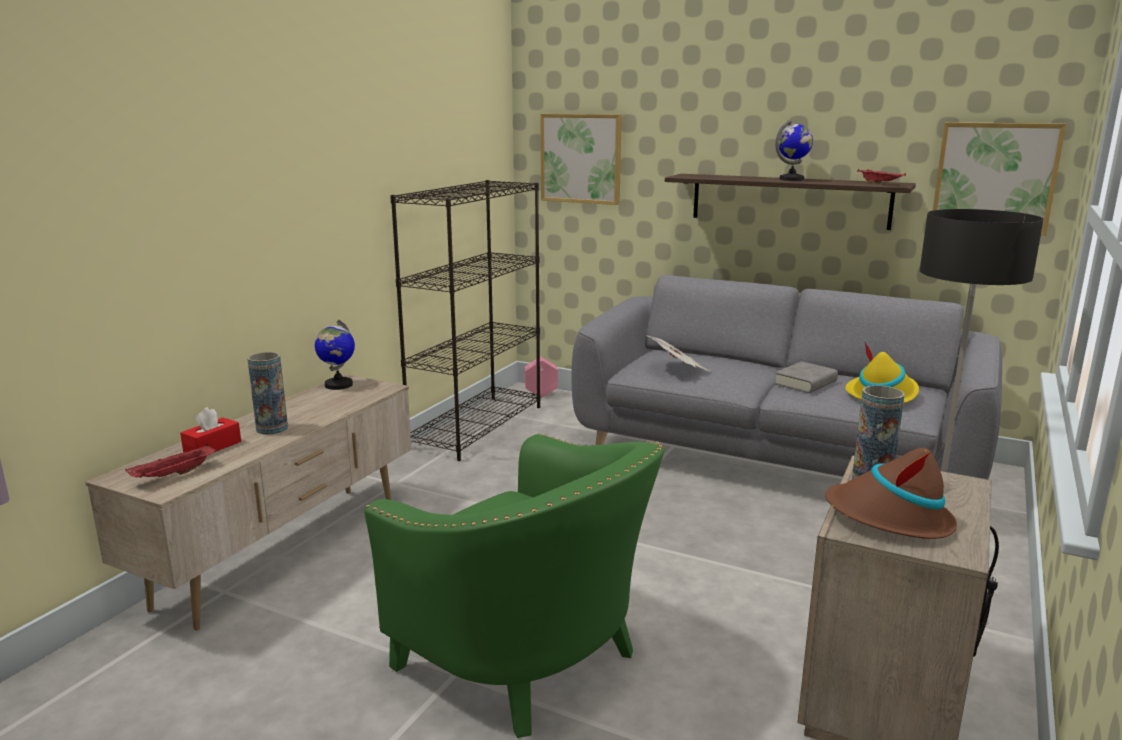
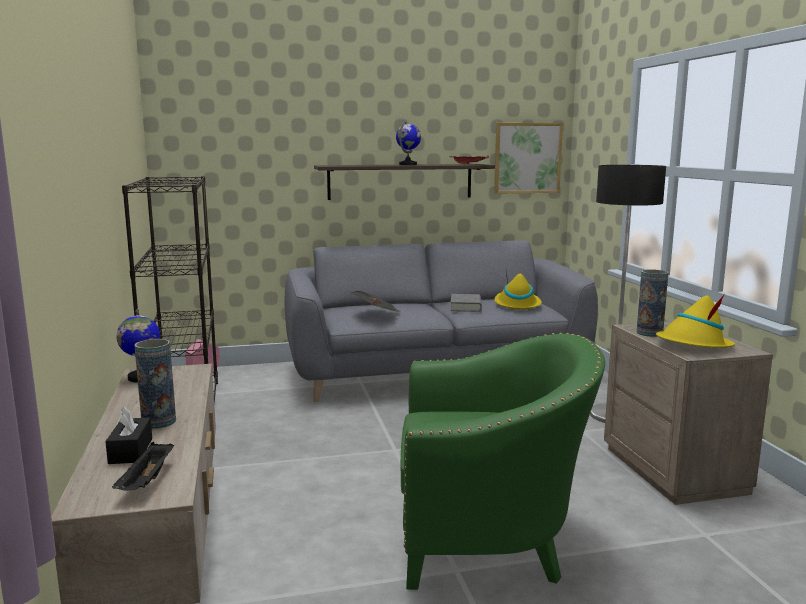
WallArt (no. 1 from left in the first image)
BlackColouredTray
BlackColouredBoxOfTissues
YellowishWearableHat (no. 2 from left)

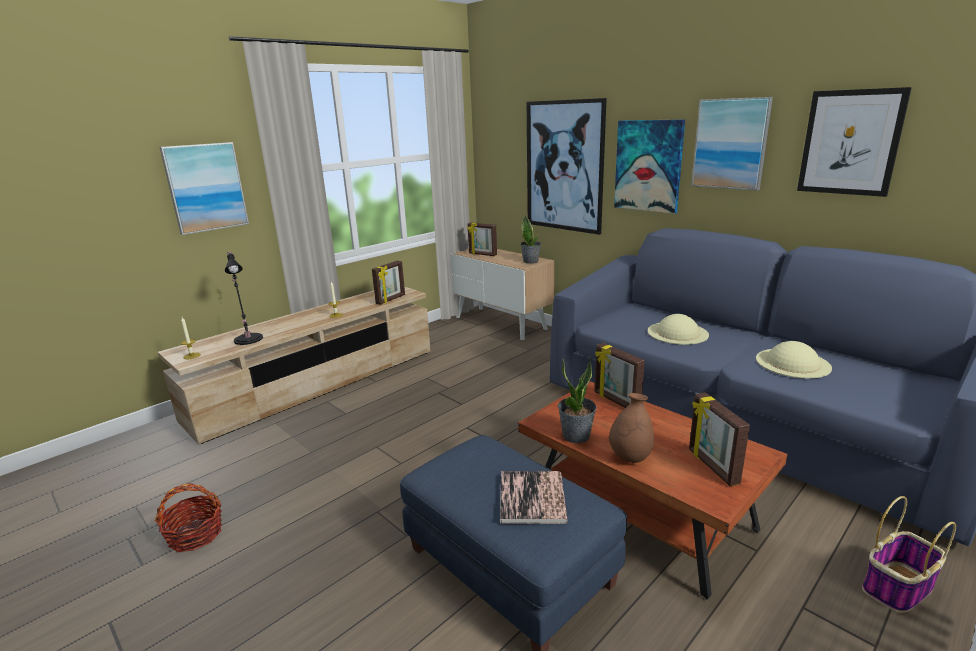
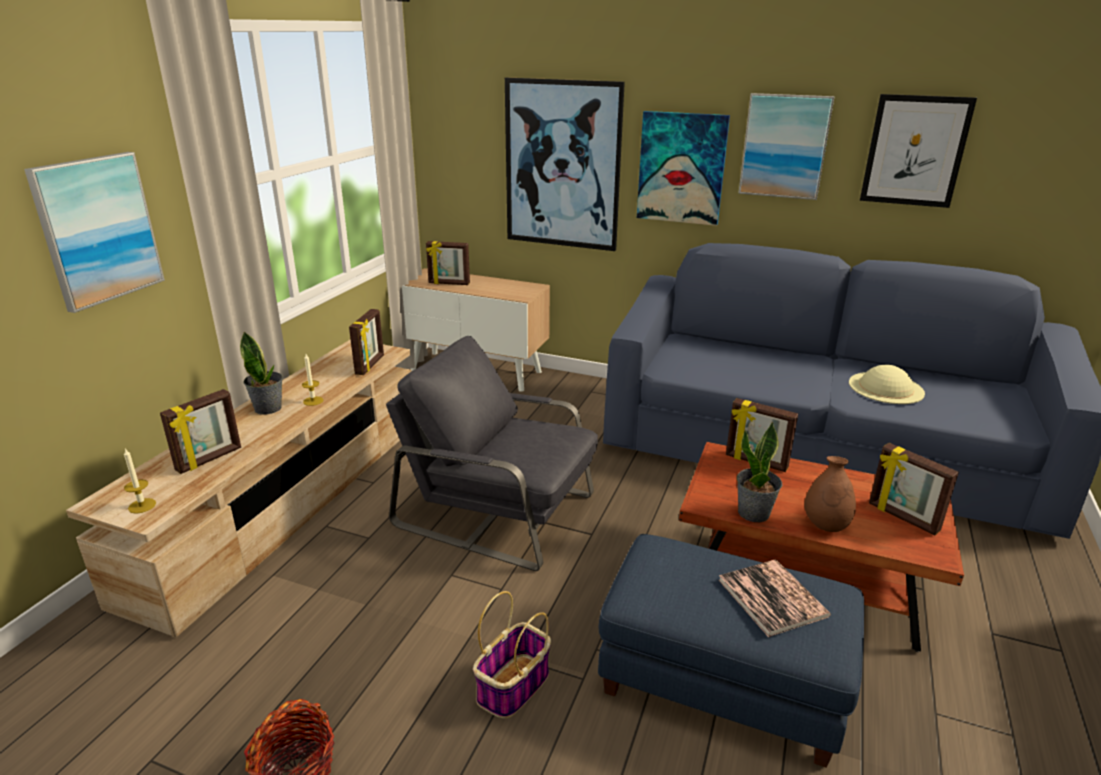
BeigeWearableHat (no. 1 from left in the first image)
GreyEasyChair
Houseplant (no. 1 from left)
Basket (no. 2 from left)
StandingFrame (no. 1 from left)

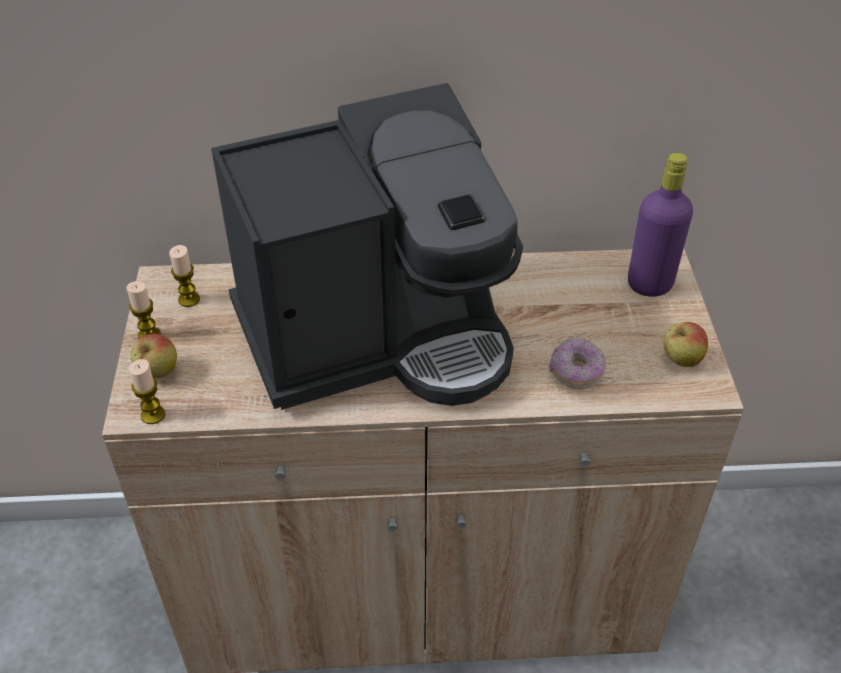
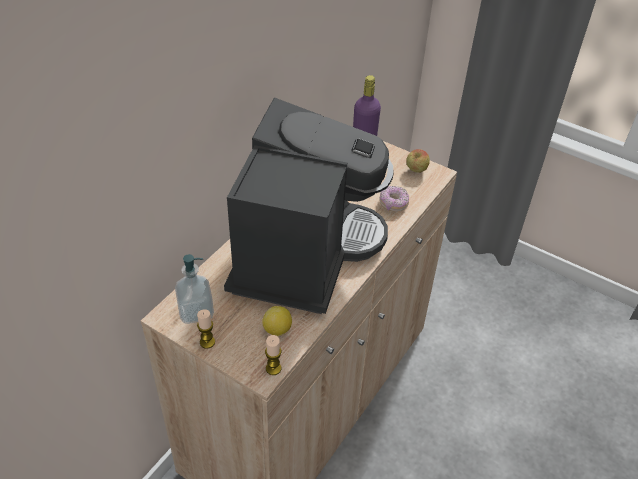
Apple (no. 1 from left in the first image)
WholeLemon
SoapDispenser

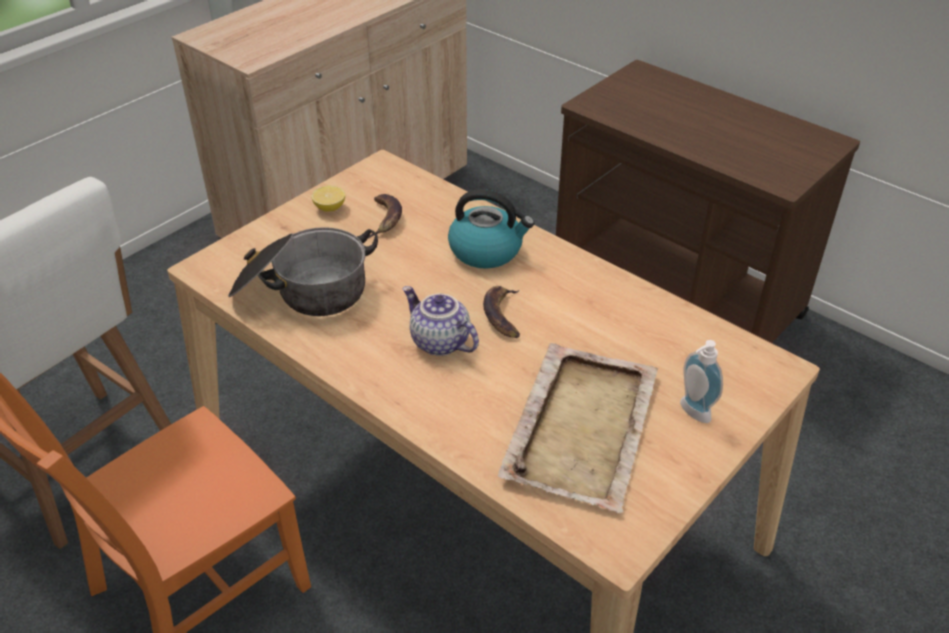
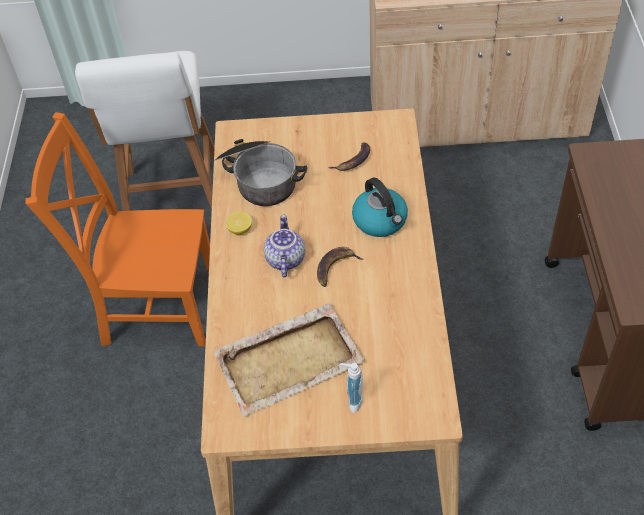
WholeLemon

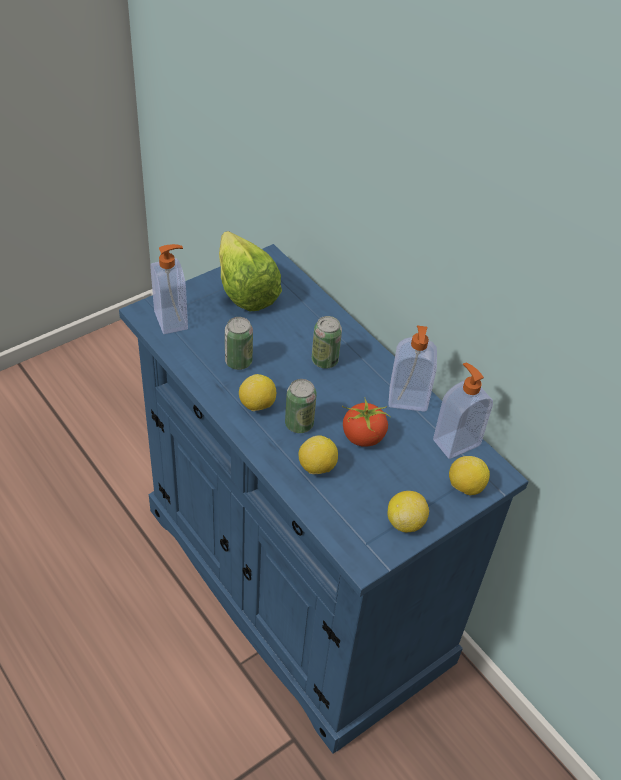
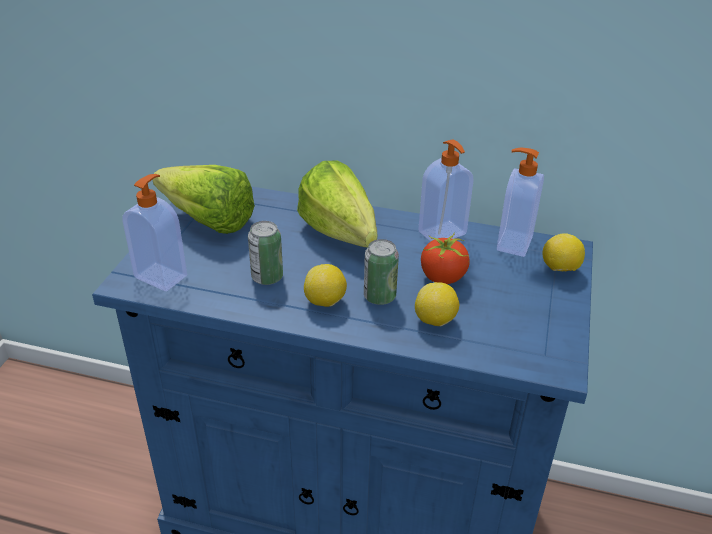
WholeLemon (no. 3 from left in the first image)
Lettuce (no. 2 from left)

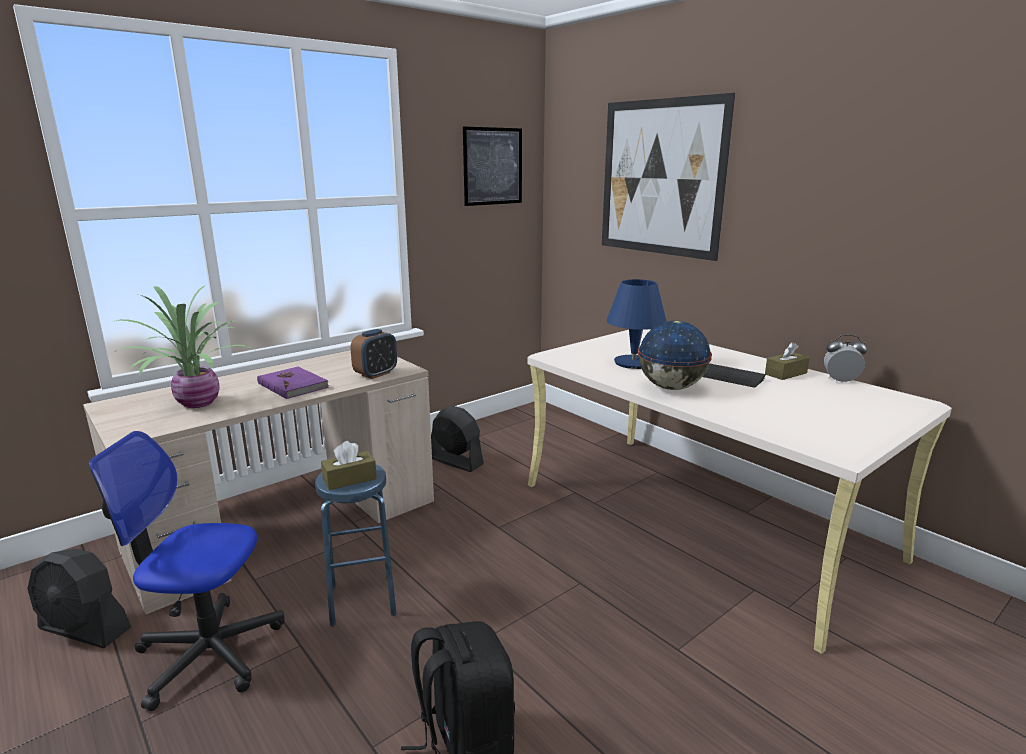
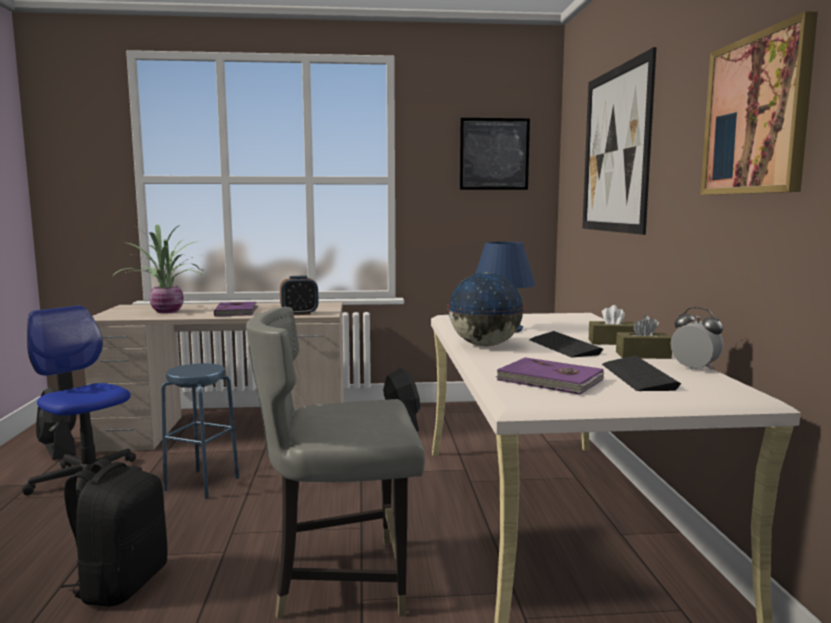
GreyUprightChair
PurplishBoundBook (no. 2 from left)
ComputerKeyboard (no. 2 from left)
WallArt (no. 3 from left)
BrownishBoxOfTissues (no. 1 from left)

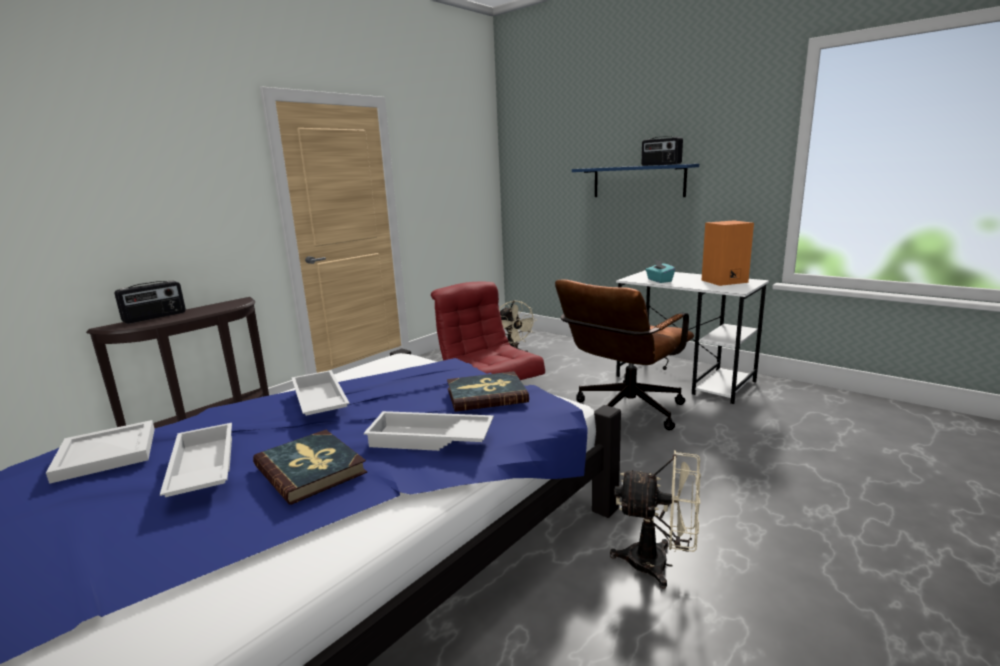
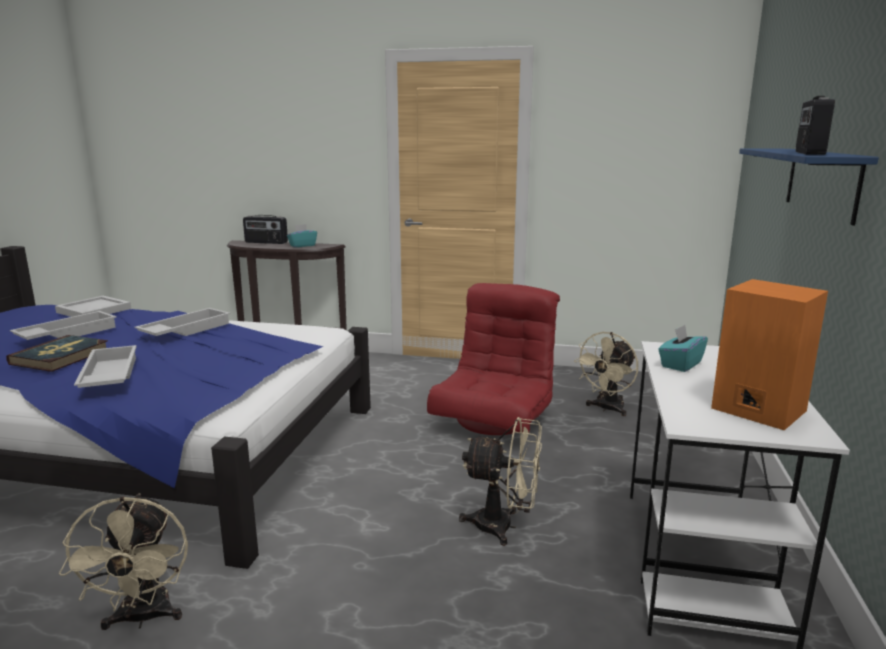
BoundBook (no. 2 from left in the first image)
BlueGreenBoxOfTissues (no. 1 from left)
BeigeFan (no. 2 from left)

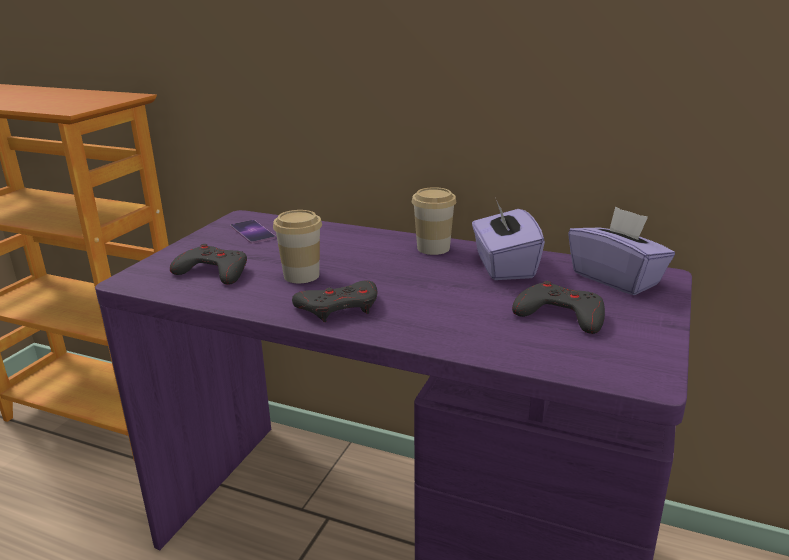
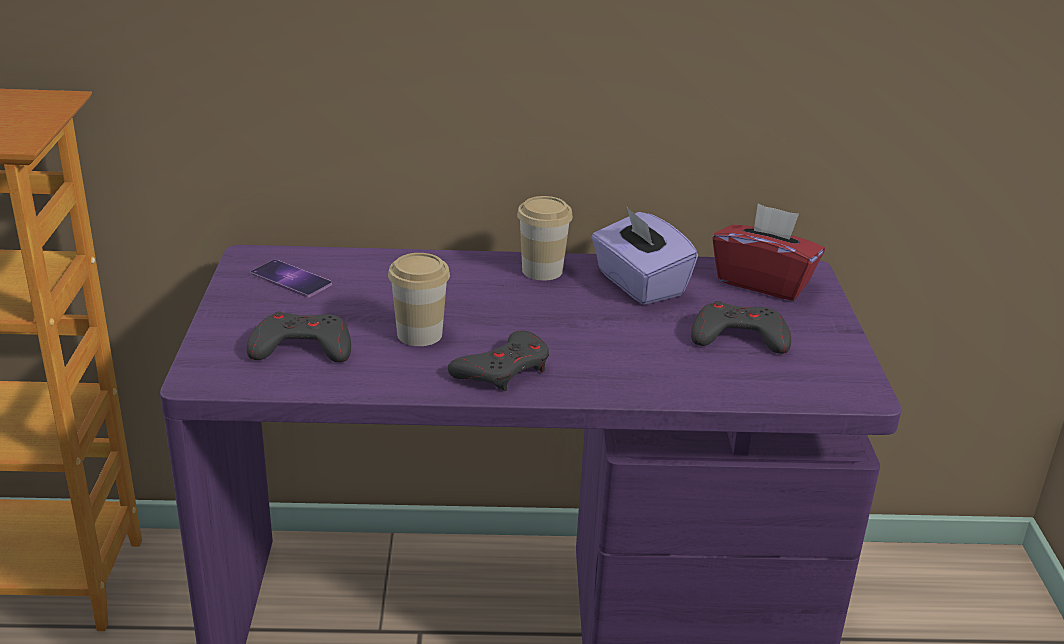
RedColouredBoxOfTissues

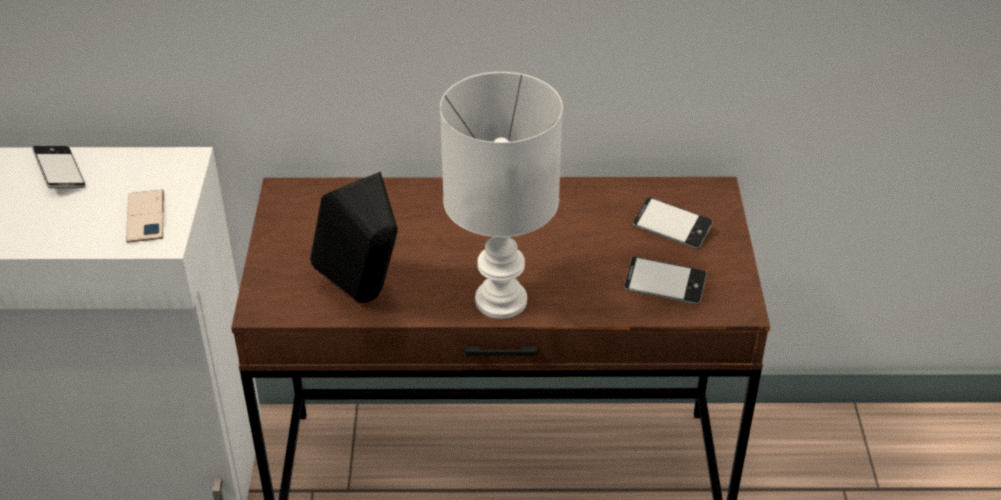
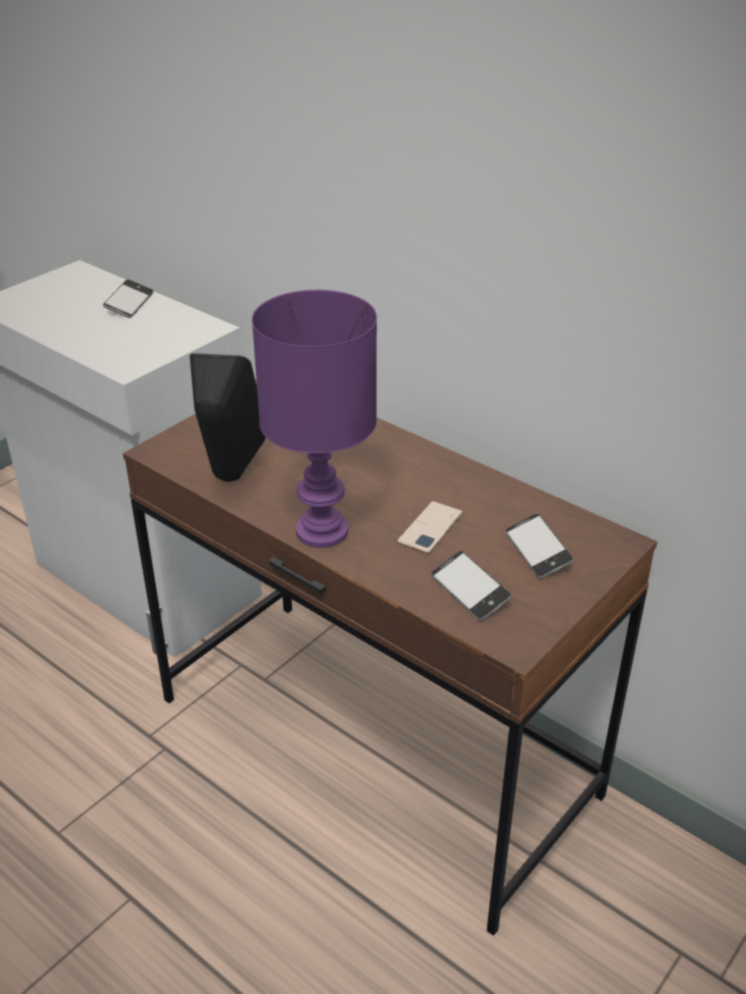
Telephone (no. 2 from left)
PurplishTabletopLamp

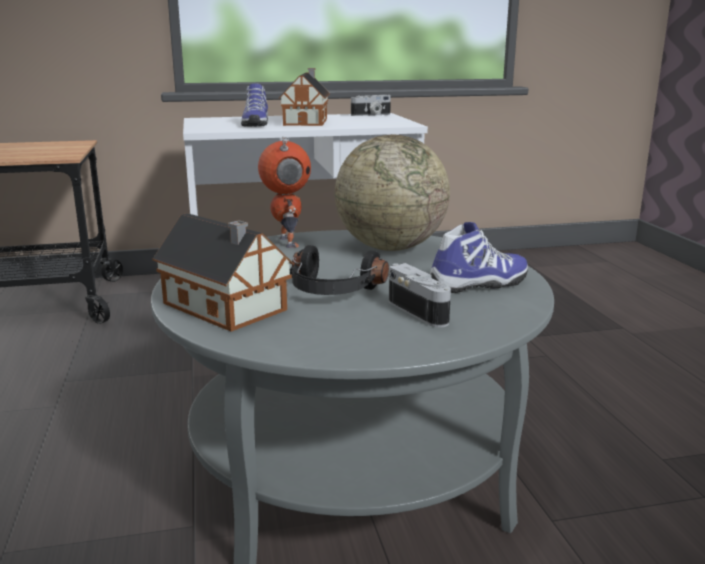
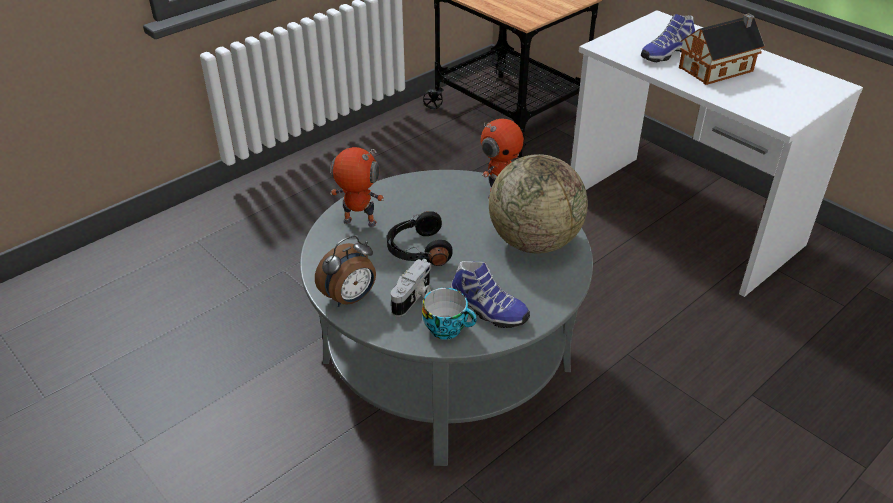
PhotoCamera (no. 1 from left in the first image)
TableClock
DrinkingCup
ToyRobot (no. 1 from left)

